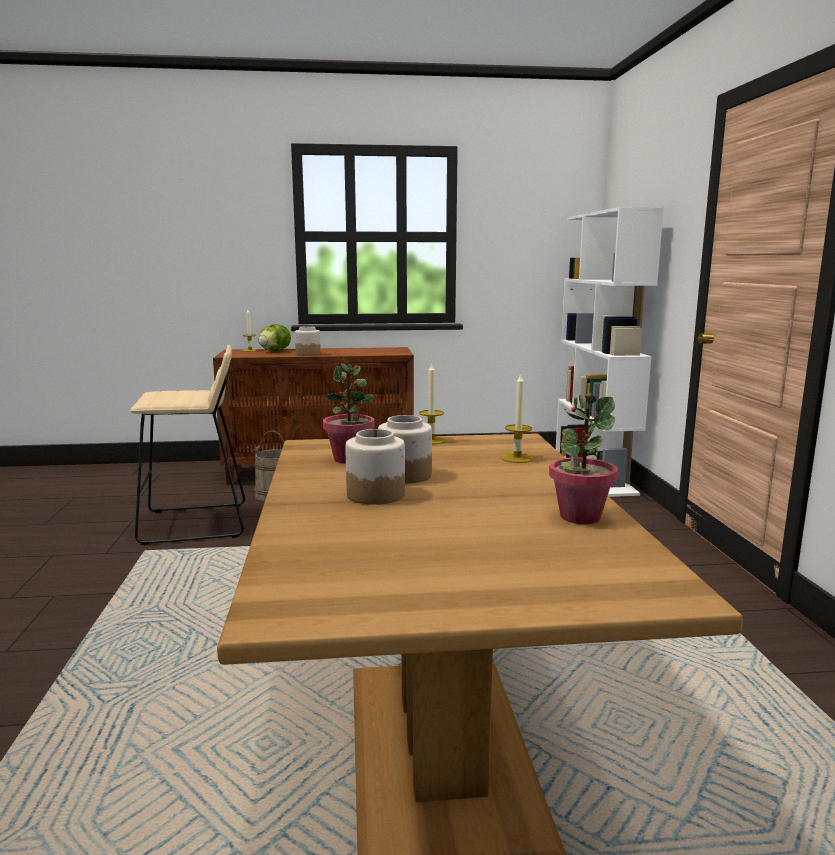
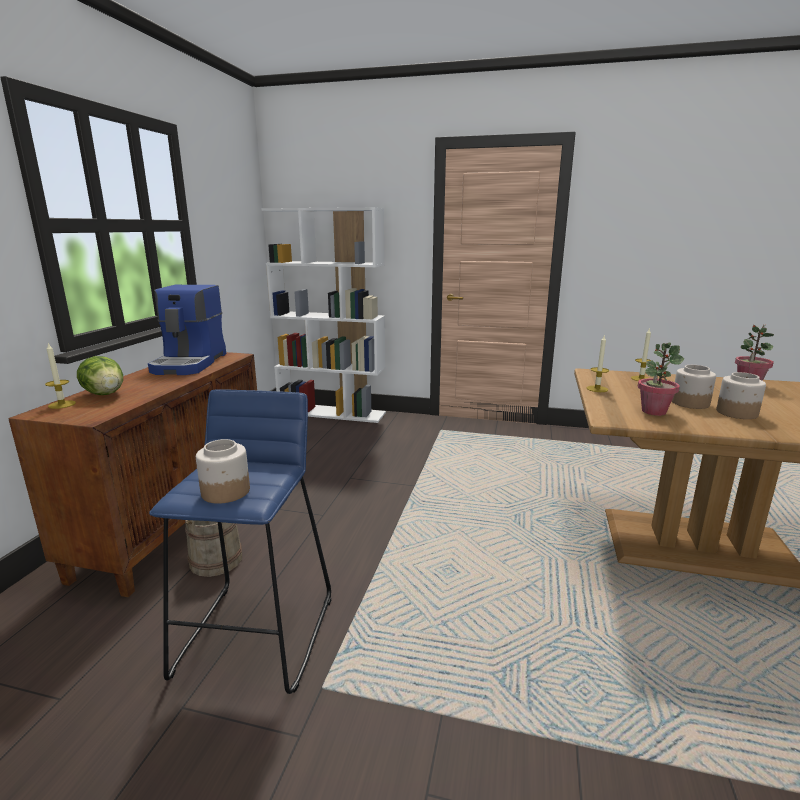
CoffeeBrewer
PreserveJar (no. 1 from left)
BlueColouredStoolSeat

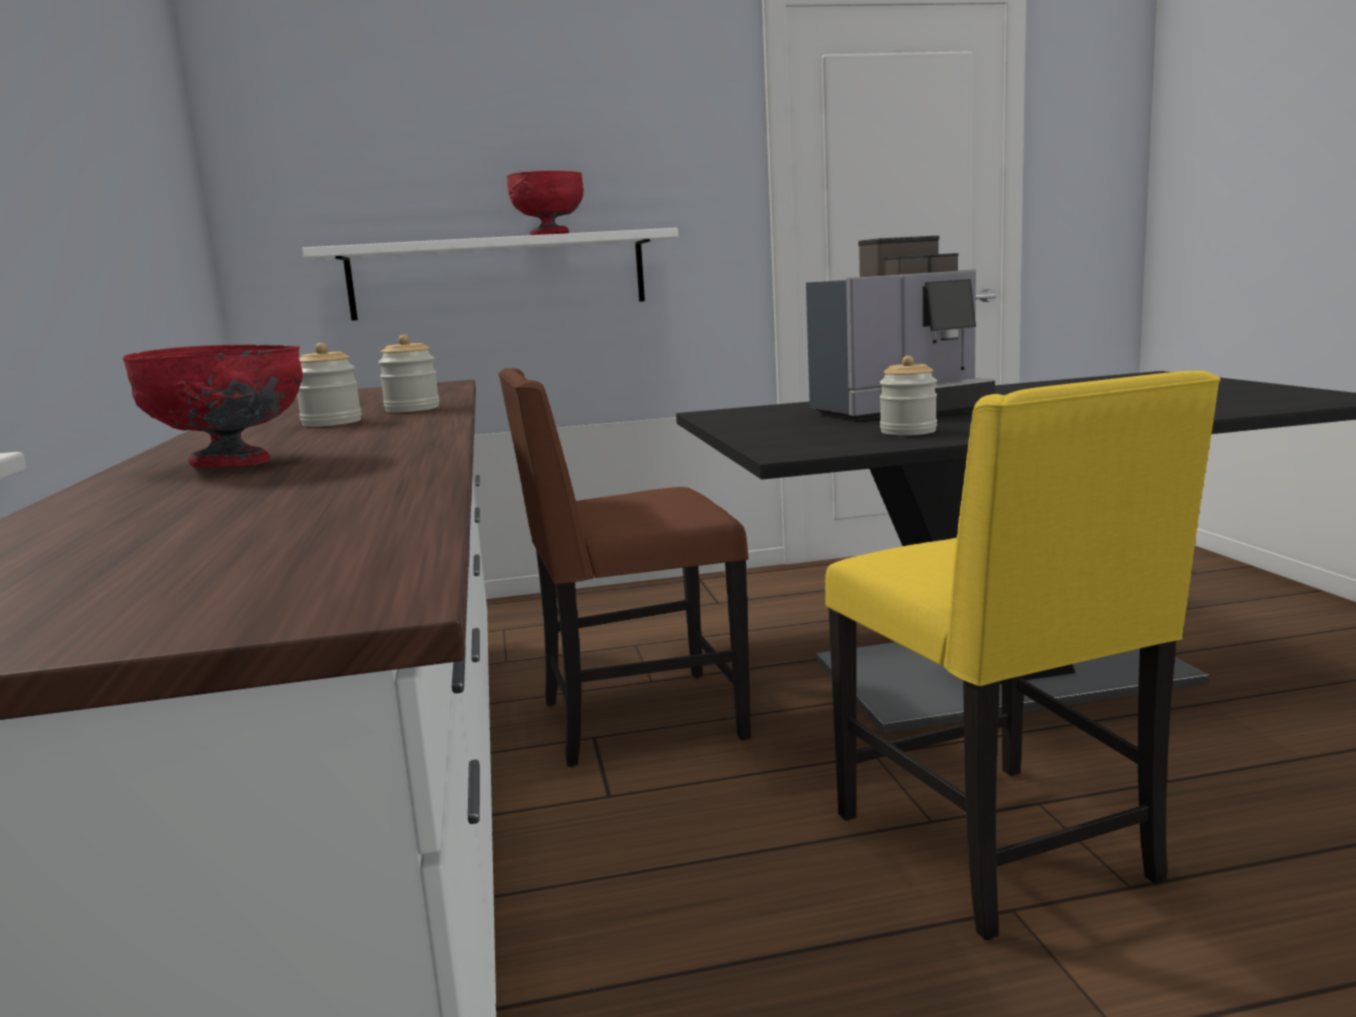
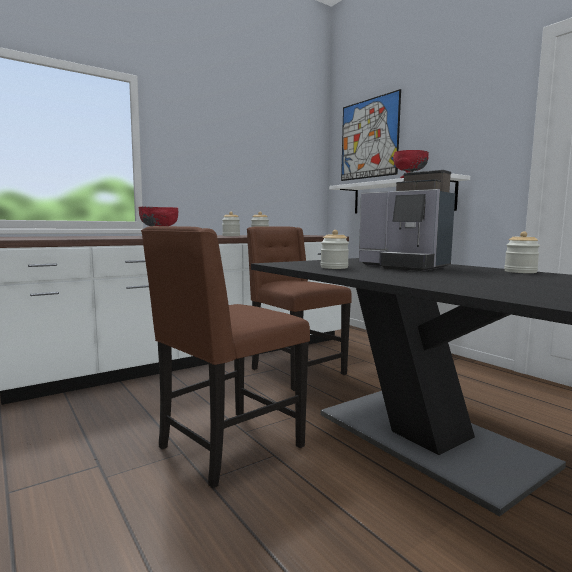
WallArt
PreserveJar (no. 4 from left)
BrownishUprightChair (no. 1 from left)

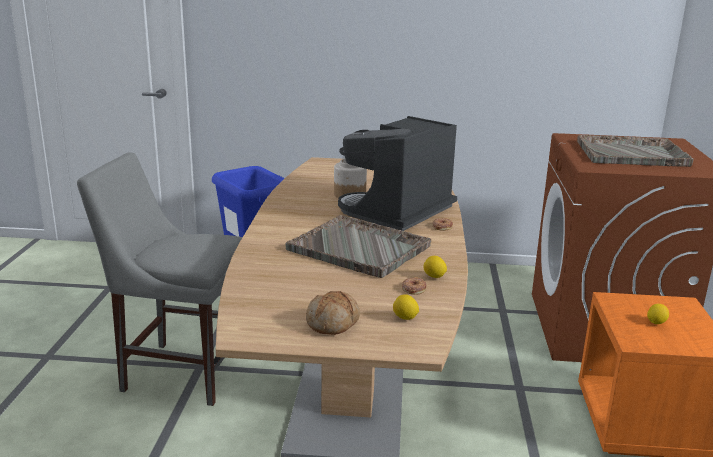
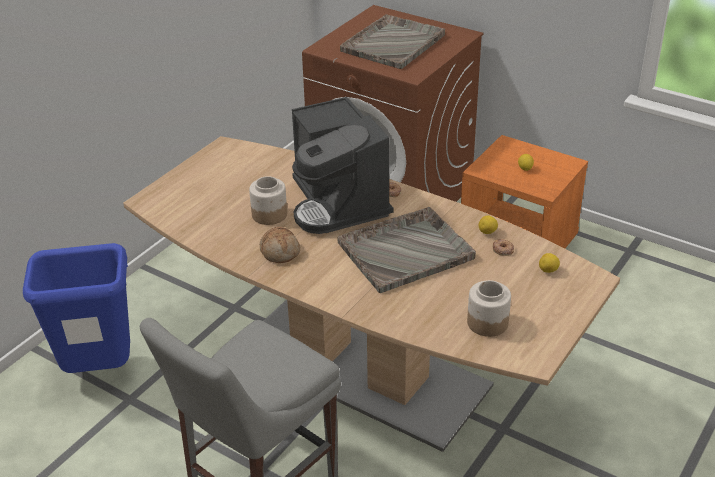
PreserveJar (no. 2 from left)
BakedBread

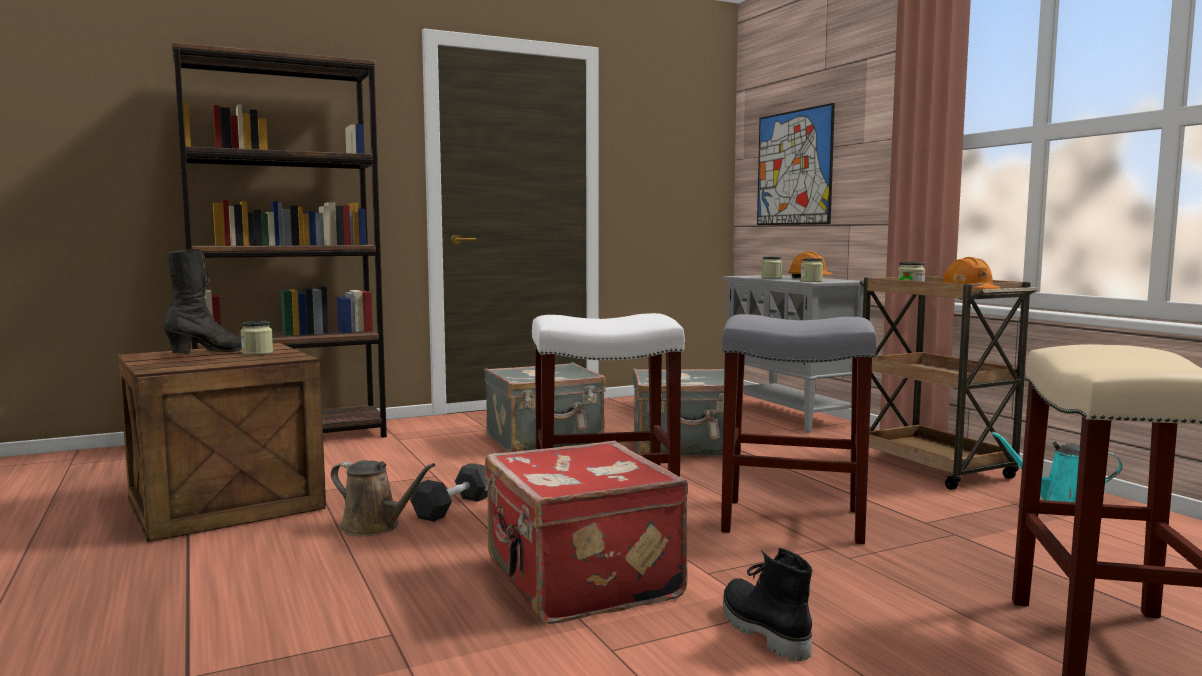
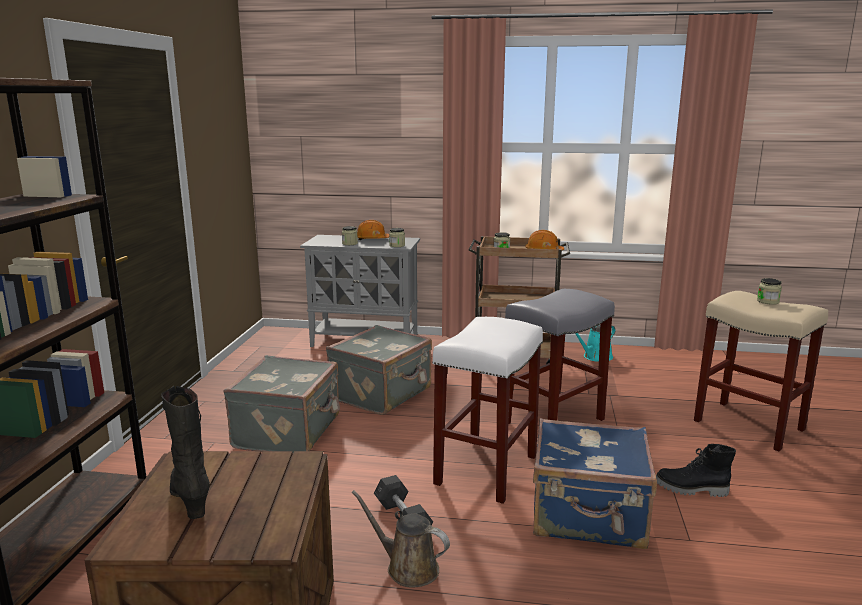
WallArt
PreserveJar (no. 4 from left)
BlueColouredPieceOfLuggage
BrownishSprinklingCan

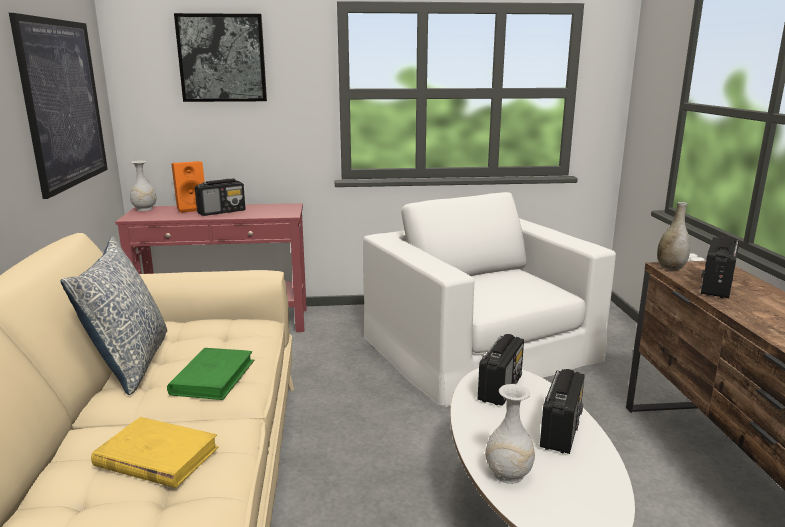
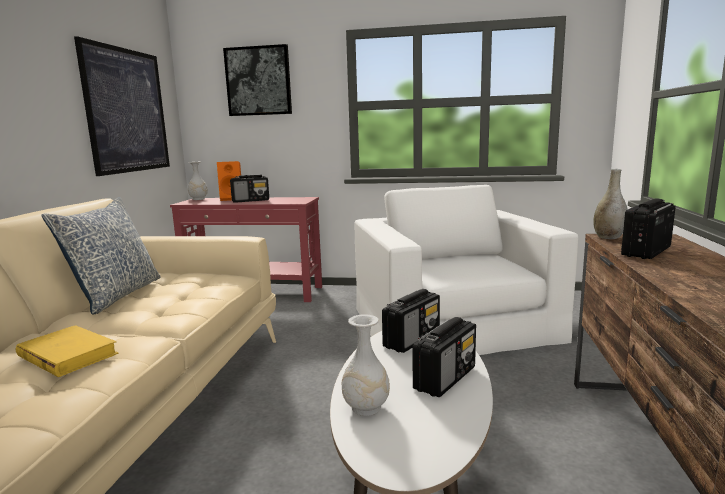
GreenishBoundBook

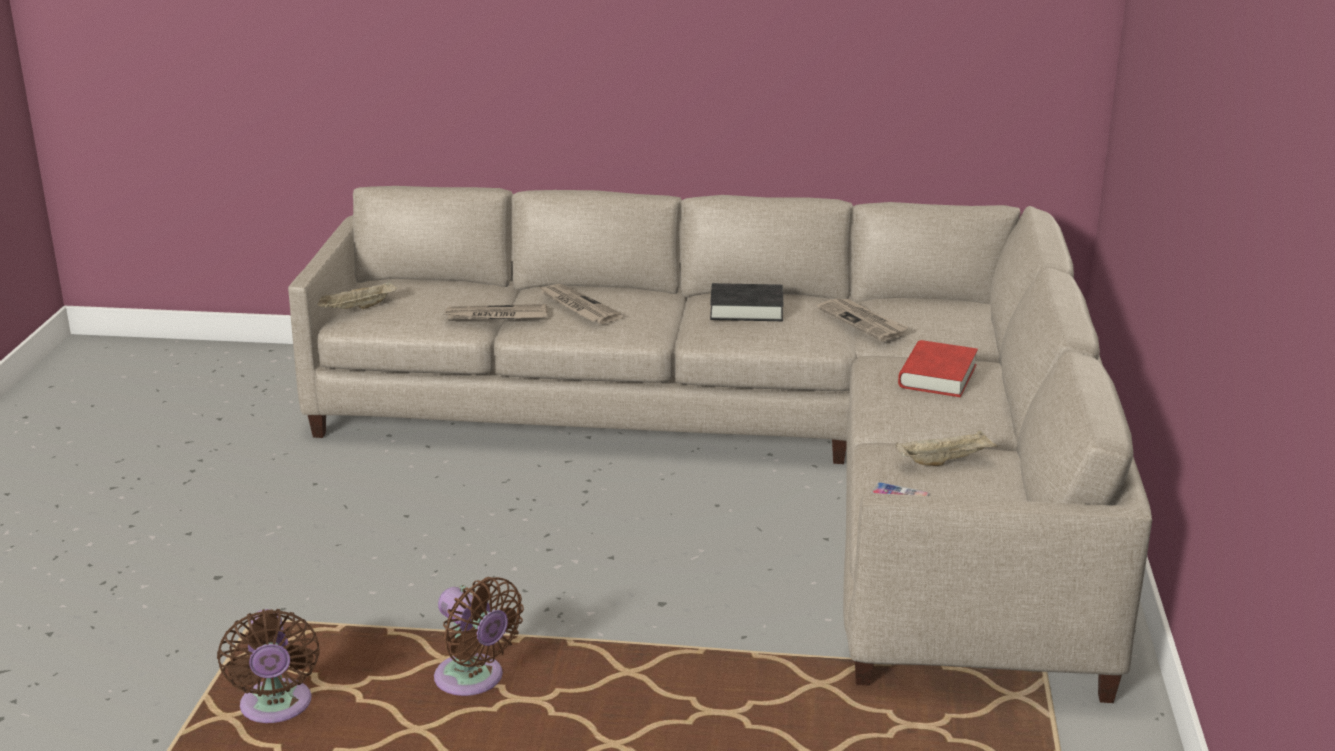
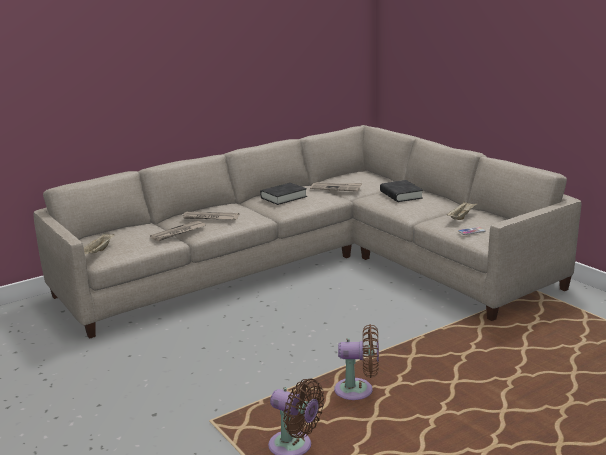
BlackColouredBoundBook (no. 2 from left)

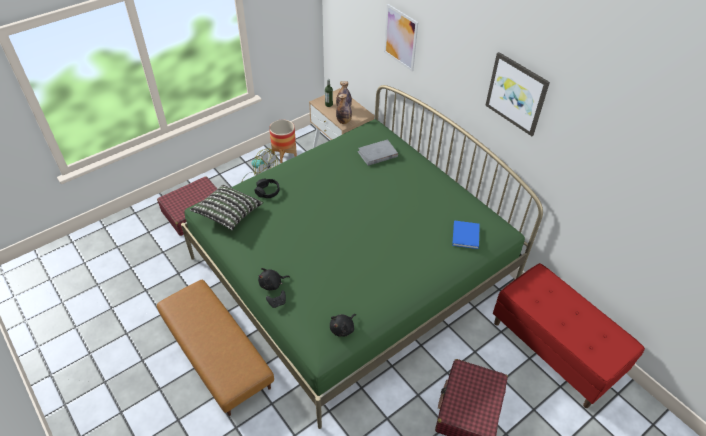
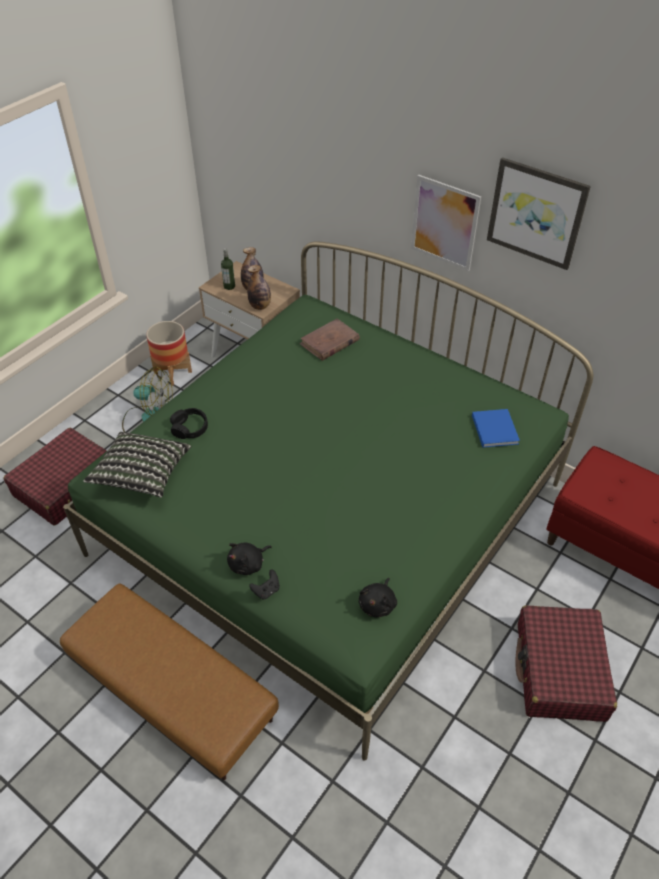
WallArt (no. 1 from left)
BrownishBoundBook

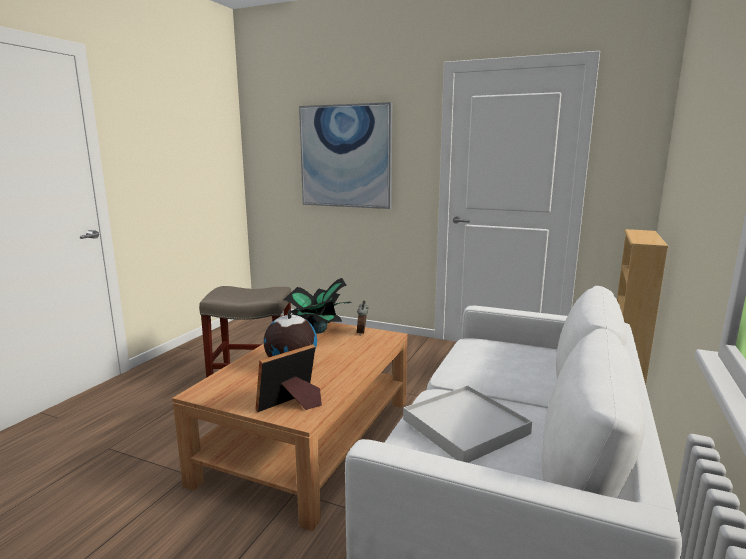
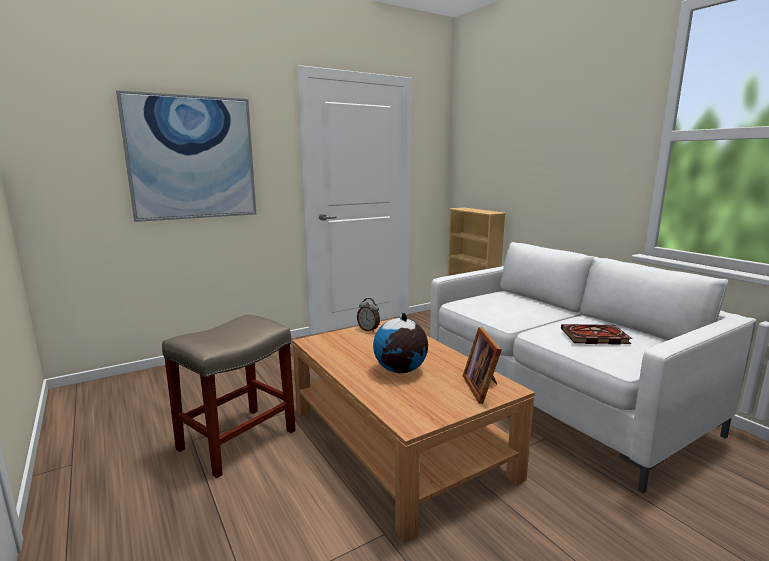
Houseplant
BoundBook

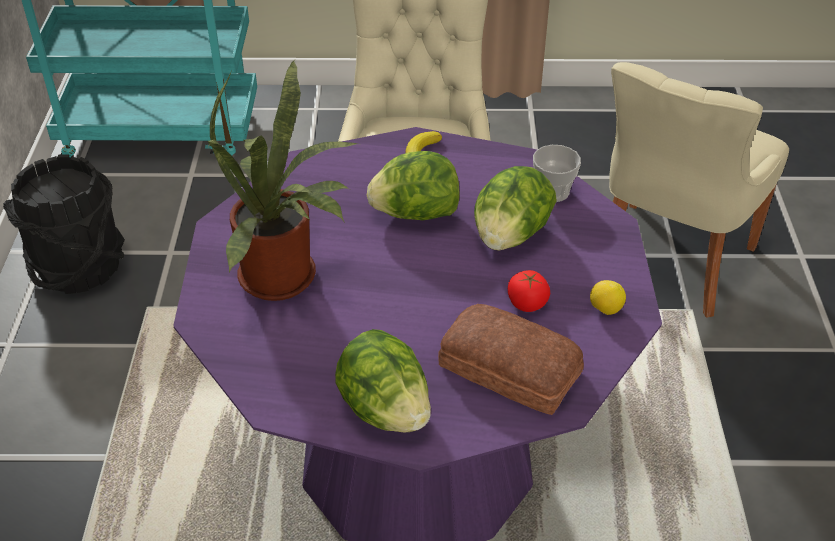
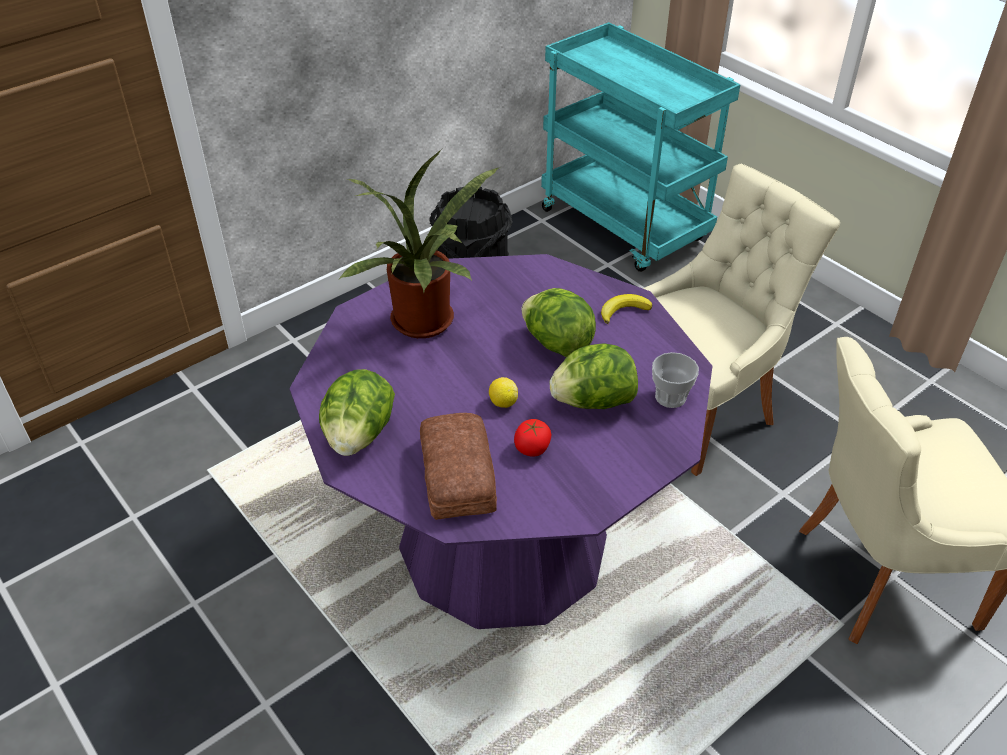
WholeLemon

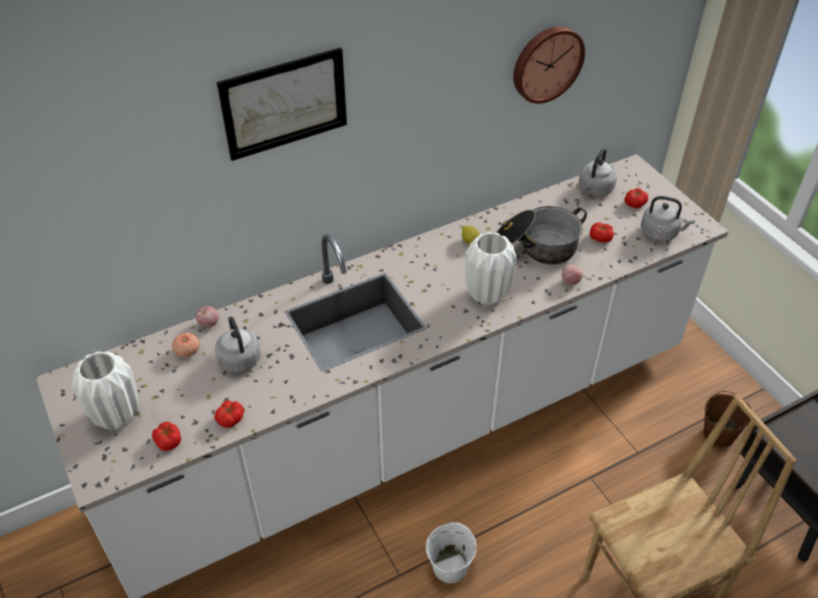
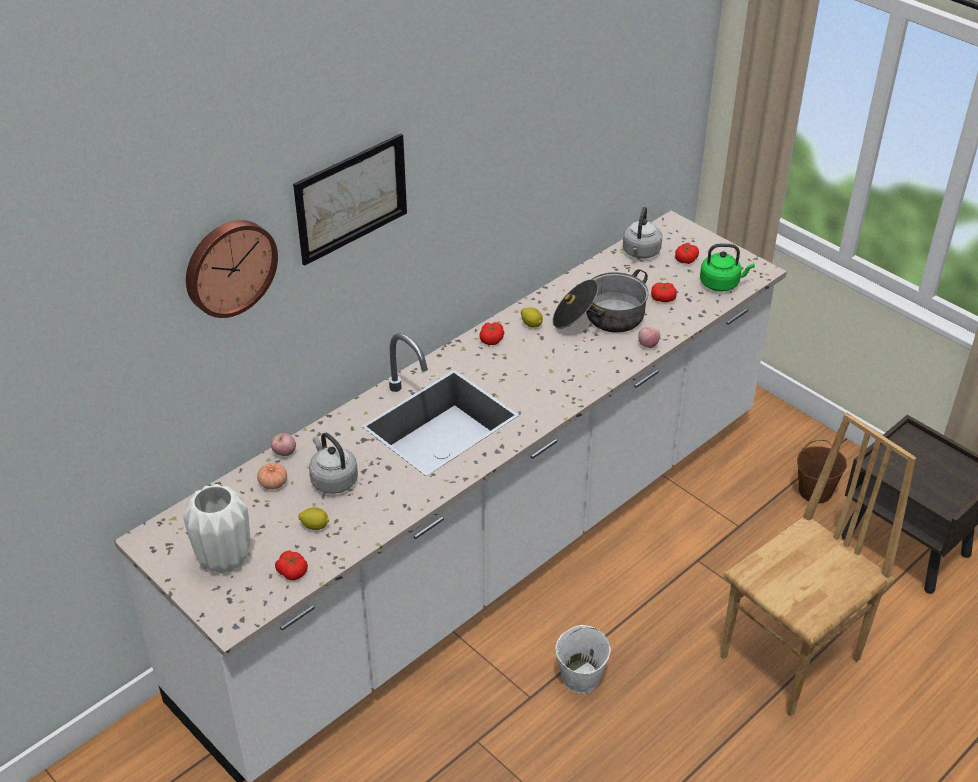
WhiteColouredDecorativeVase (no. 2 from left in the first image)
WholeLemon (no. 1 from left)
FreshTomato (no. 3 from left)
WallClock
GreenishTeaKettle

